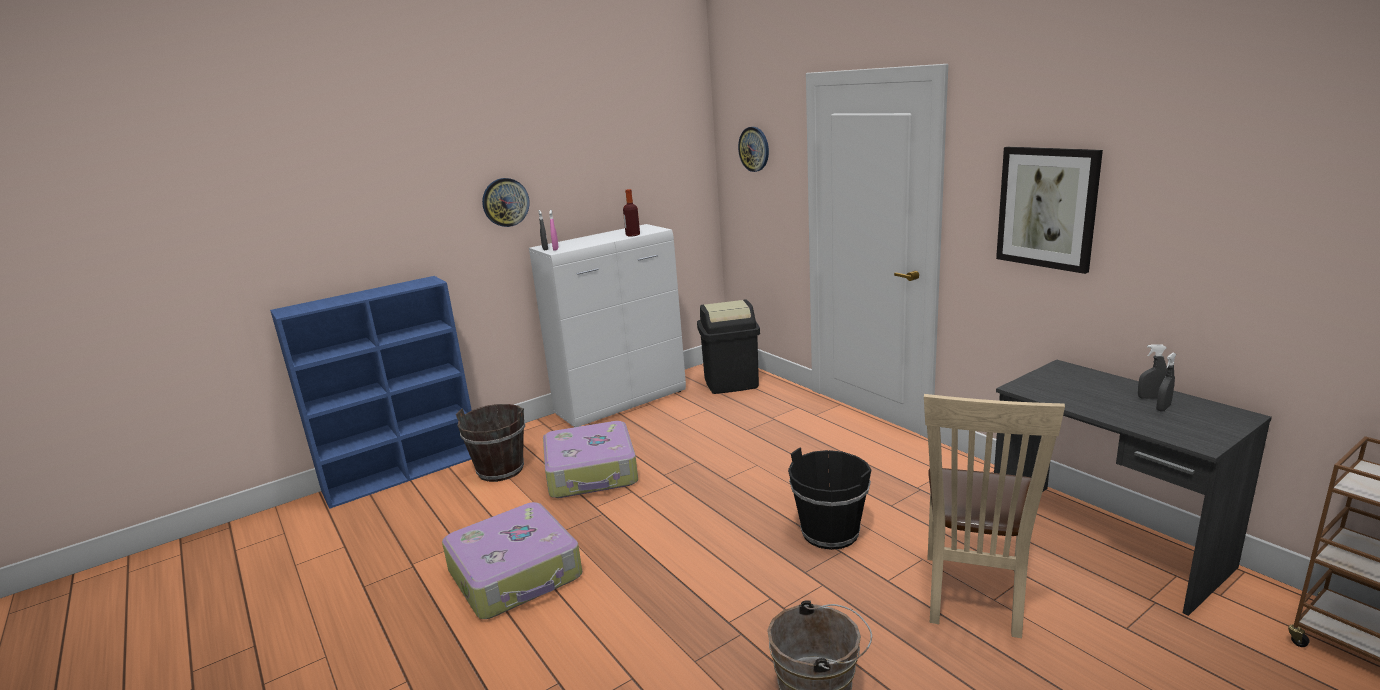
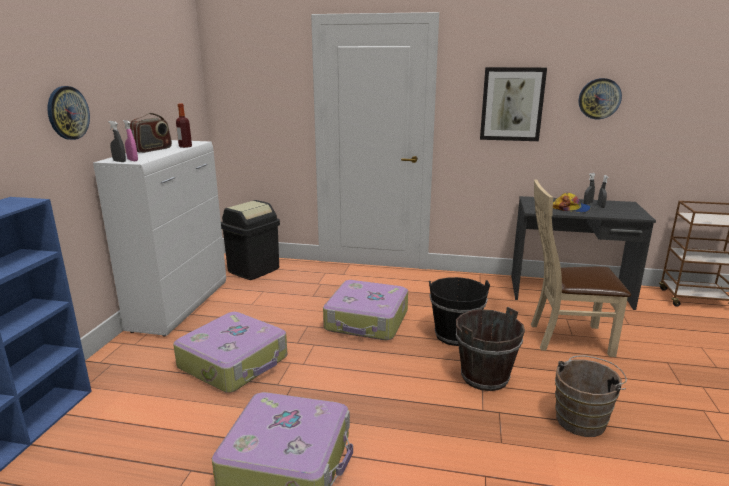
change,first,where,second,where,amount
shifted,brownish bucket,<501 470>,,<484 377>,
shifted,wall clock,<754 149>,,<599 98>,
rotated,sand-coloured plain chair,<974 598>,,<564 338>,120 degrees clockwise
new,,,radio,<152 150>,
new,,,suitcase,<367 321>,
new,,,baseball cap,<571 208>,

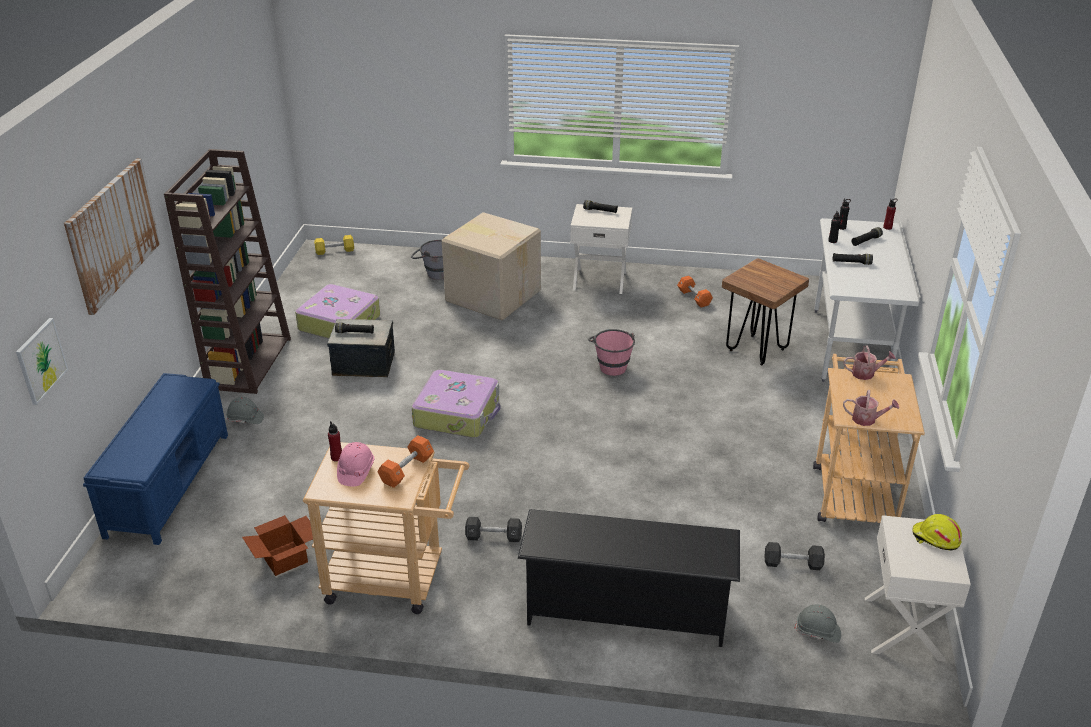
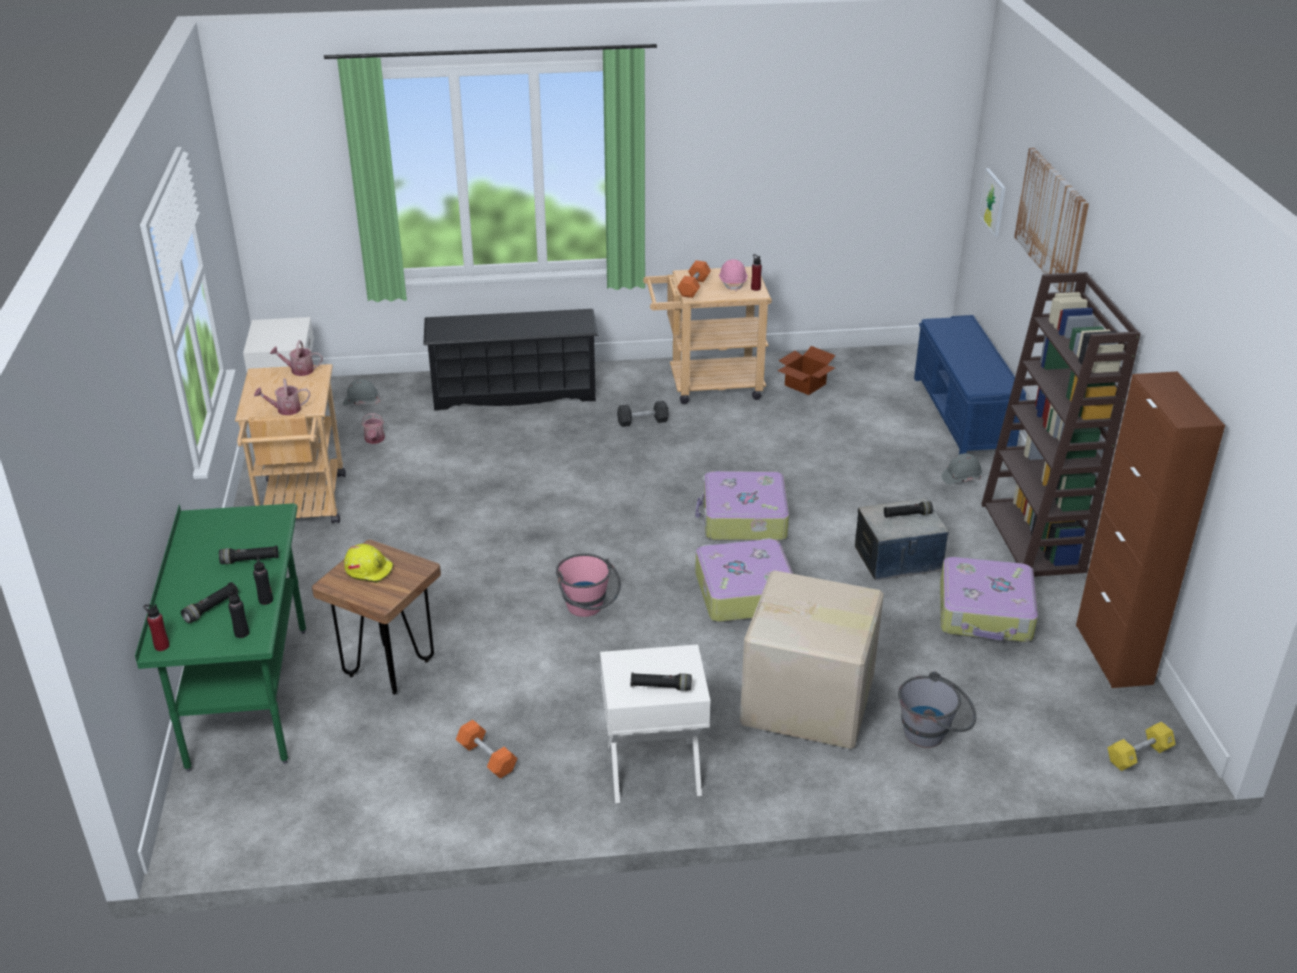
change,first,where,second,where,amount
swapped,black-coloured dumbbell,<793 563>,watering can,<374 440>,
repainted,white-coloured desk unit,<850 347>,green-coloured desk unit,<248 697>,
shifted,yellow-coloured work helmet,<935 538>,,<369 569>,
new,,,suitcase,<743 592>,
new,,,brownish storage cabinet,<1113 654>,

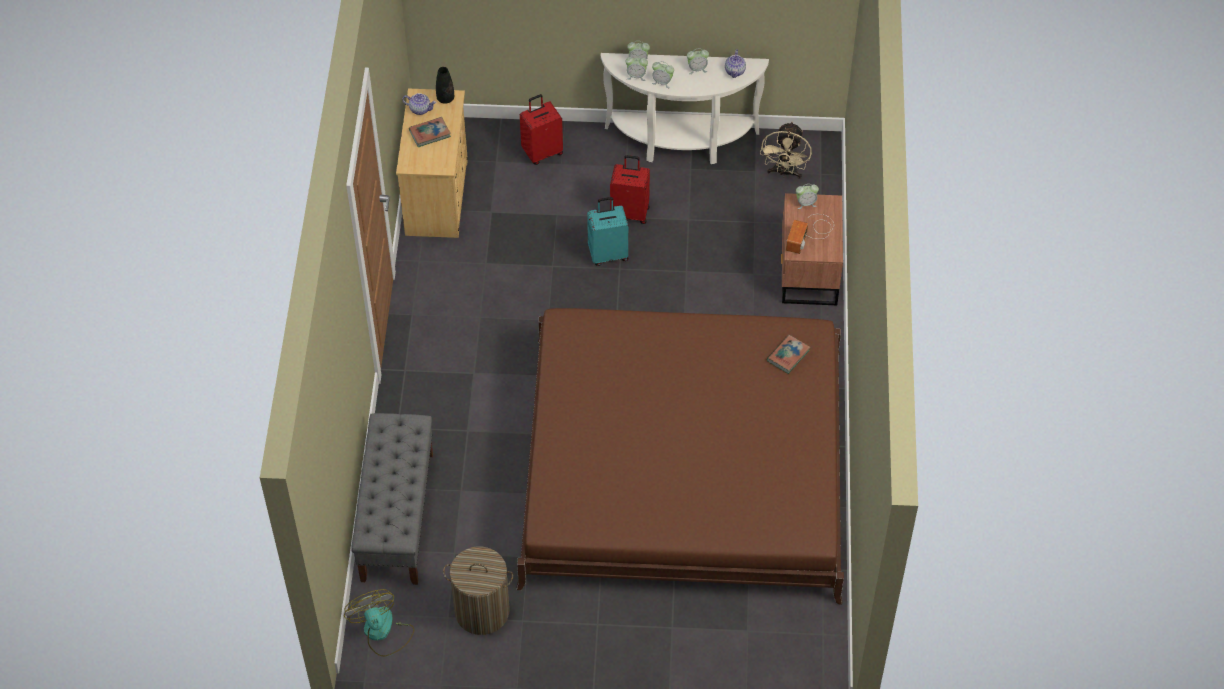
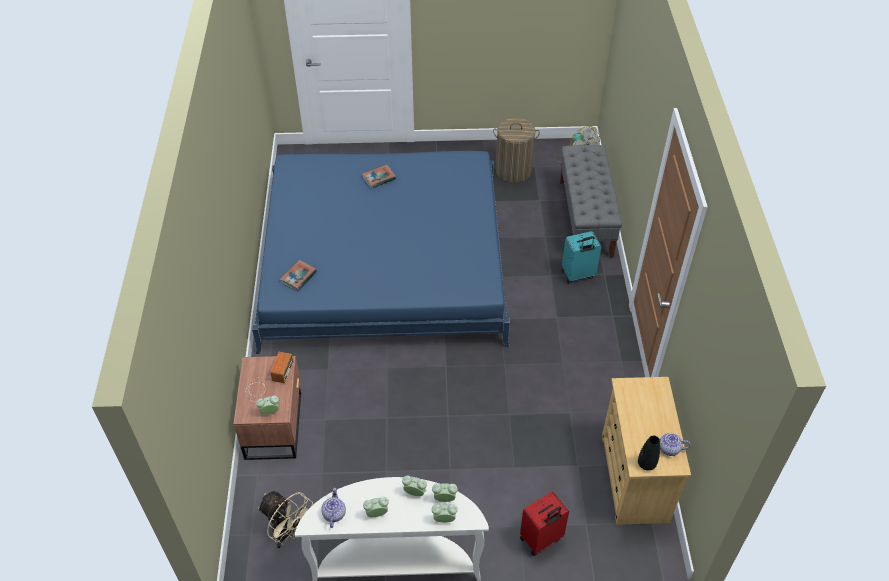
change,first,where,second,where,amount
shifted,book,<430 134>,,<379 178>,
repainted,brownish bedroom bed,<683 466>,blue bedroom bed,<384 262>,
shifted,turquoise-coloured suitcase,<608 254>,,<578 275>,
gone,red-coloured suitcase,<630 212>,,,
rotated,sand-coloured cooling fan,<784 172>,,<288 533>,120 degrees clockwise

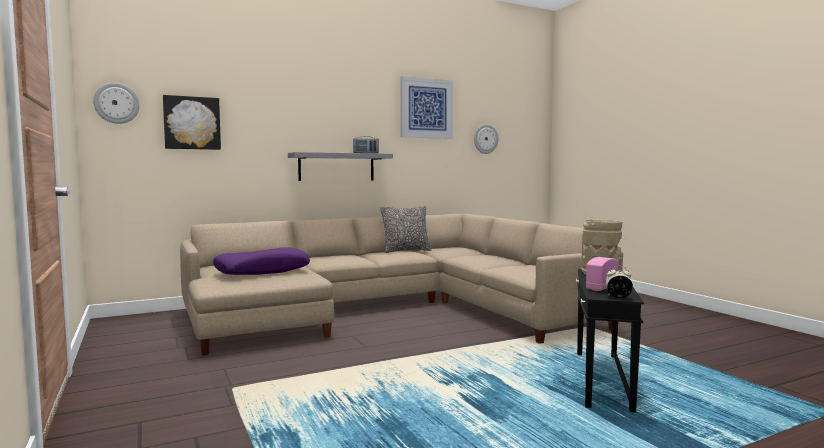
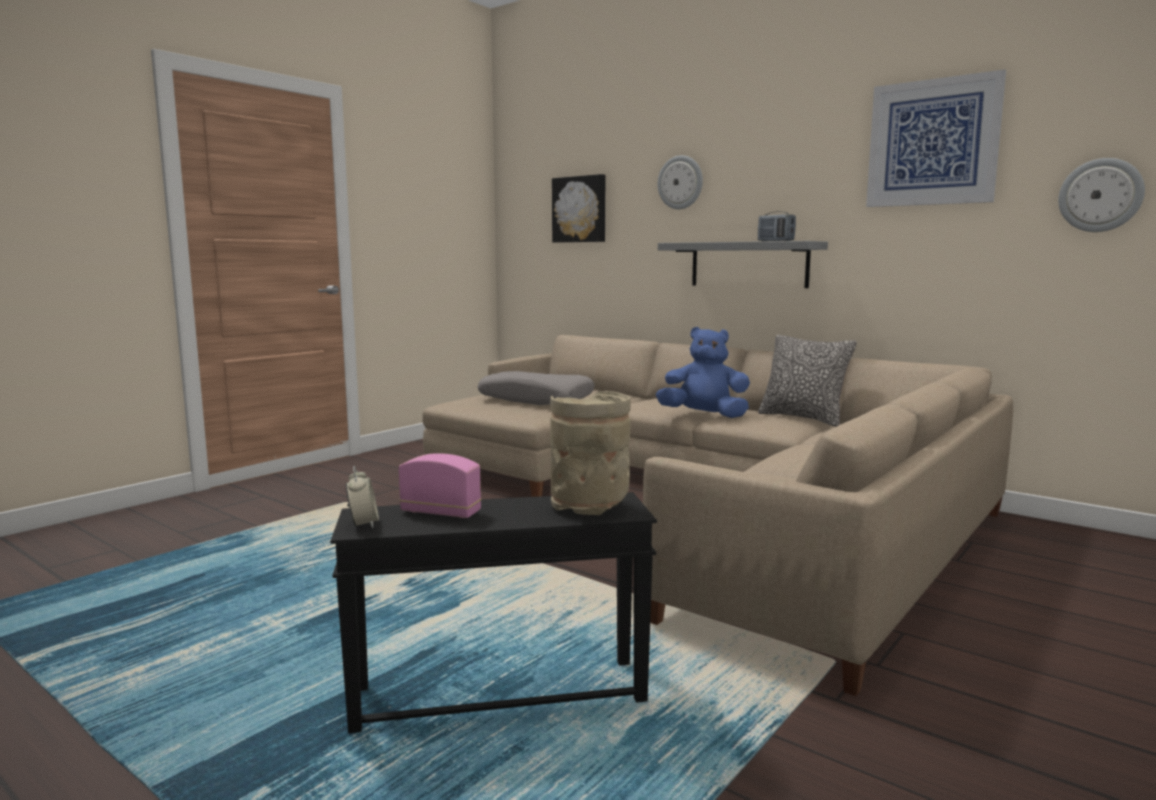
change,first,where,second,where,amount
shifted,wall clock,<116 103>,,<680 182>,
repainted,purple-coloured cushion,<262 271>,greyish cushion,<536 399>,
new,,,blue soft toy,<704 415>,

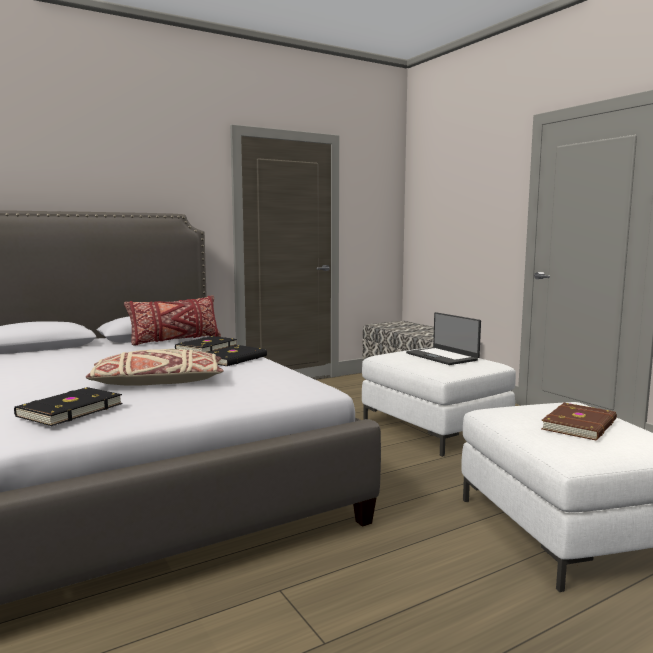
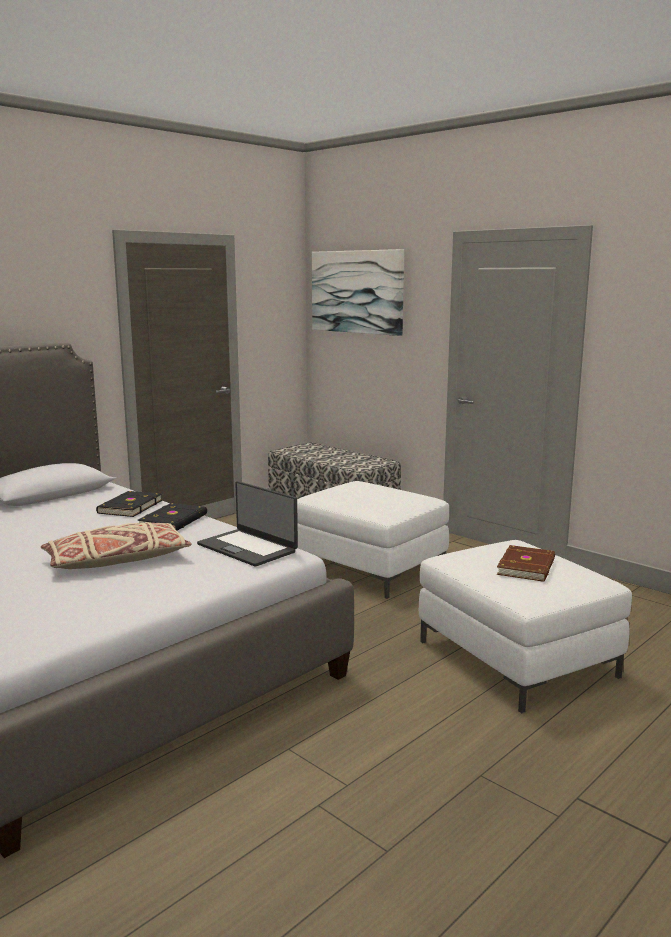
change,first,where,second,where,amount
gone,black-coloured book,<68 410>,,,
gone,red-coloured cushion,<175 340>,,,
shifted,notebook computer,<442 356>,,<248 548>,
new,,,wall art,<357 292>,

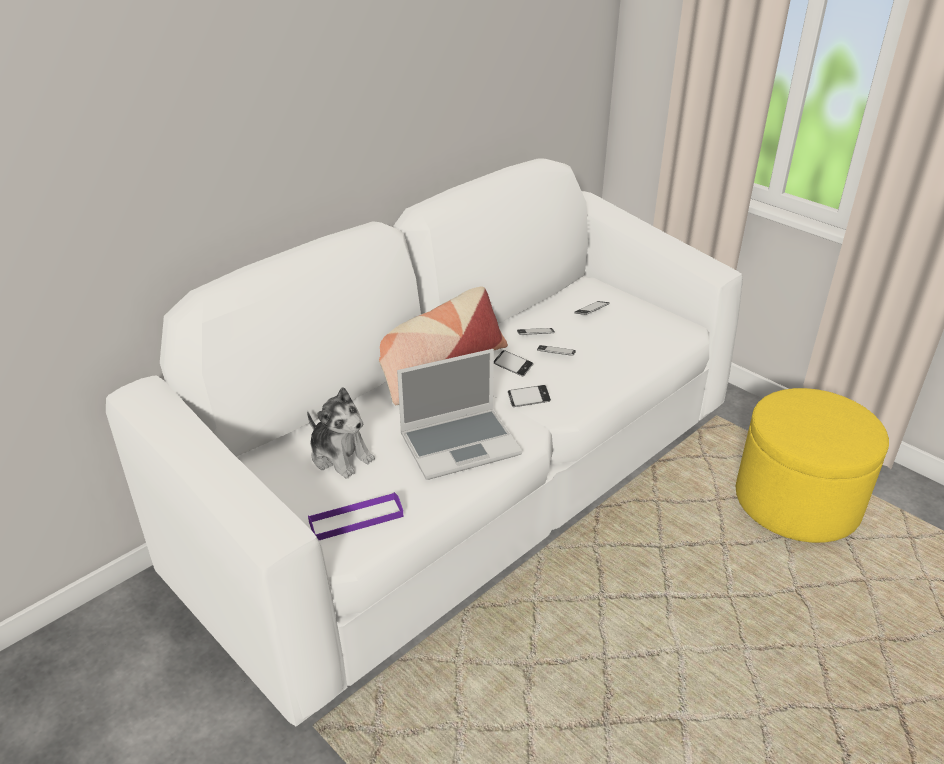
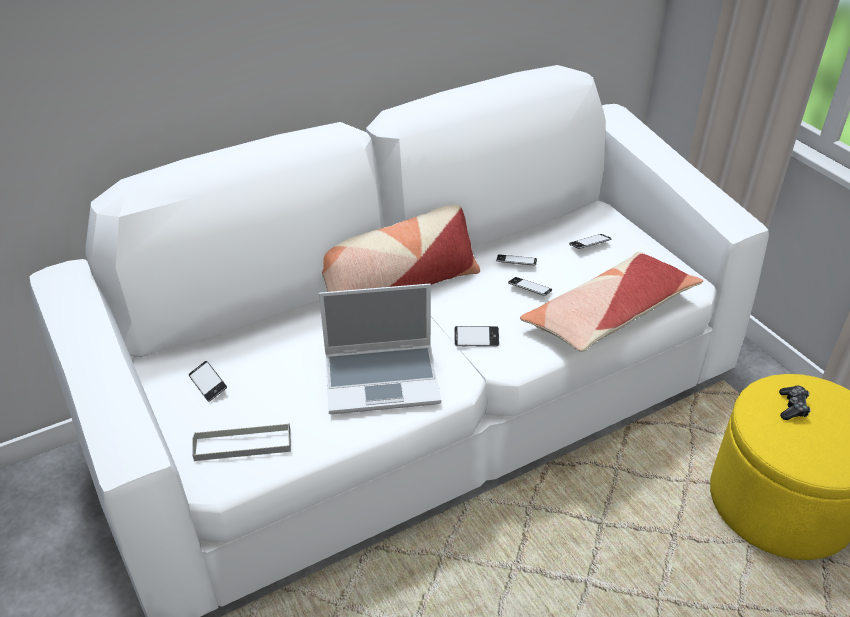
change,first,where,second,where,amount
gone,soft toy,<340 456>,,,
repainted,purple-coloured serving tray,<356 519>,greyish serving tray,<243 444>,
shifted,telephone,<512 366>,,<208 384>,
new,,,cushion,<609 315>,
new,,,game controller,<792 407>,

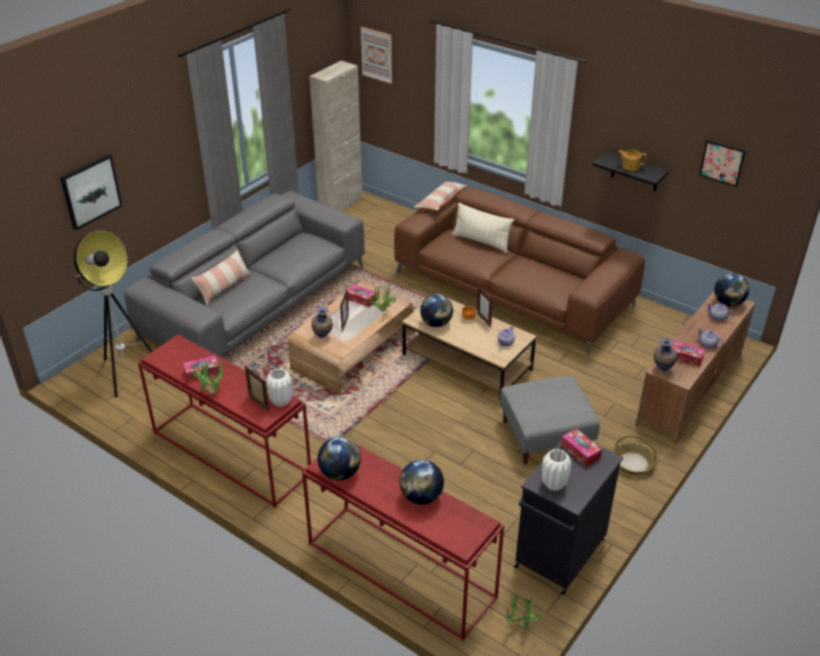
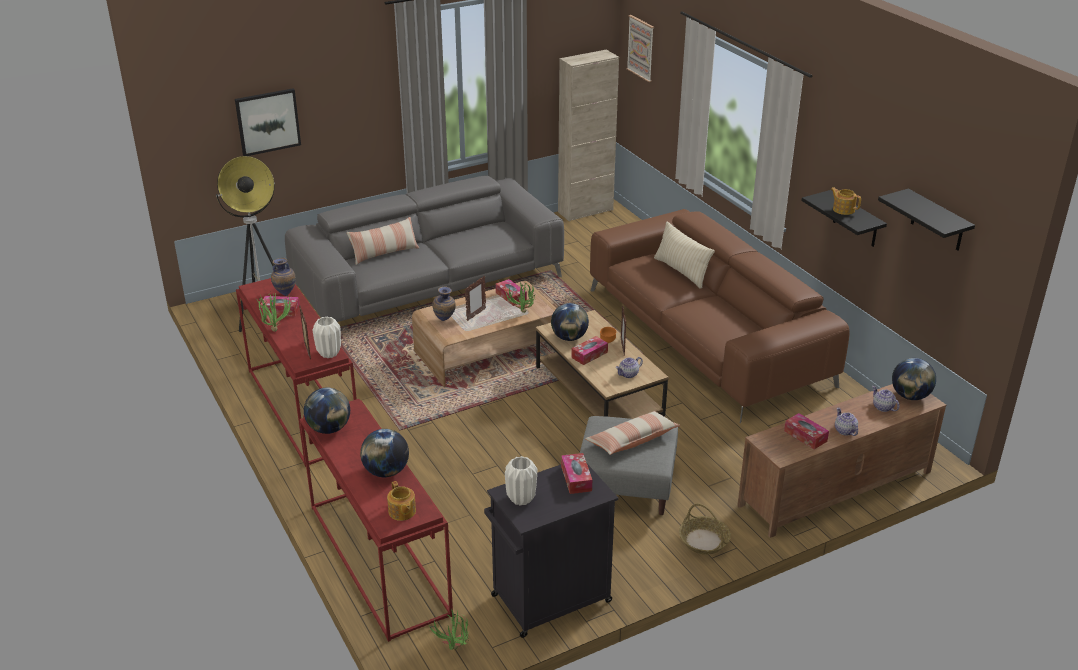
change,first,where,second,where,amount
shifted,cushion,<440 202>,,<632 440>,
shifted,decorative vase,<662 369>,,<285 294>,
swapped,wall art,<722 163>,black-coloured wall shelf,<937 221>,
new,,,pot for tea,<402 512>,
new,,,box of tissues,<589 355>,

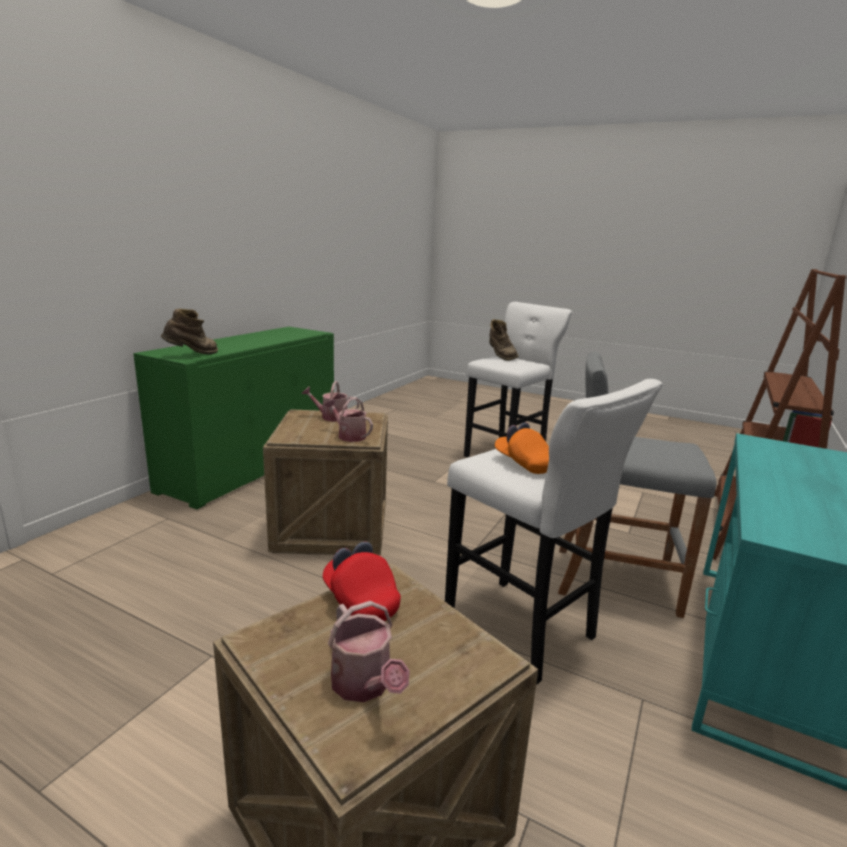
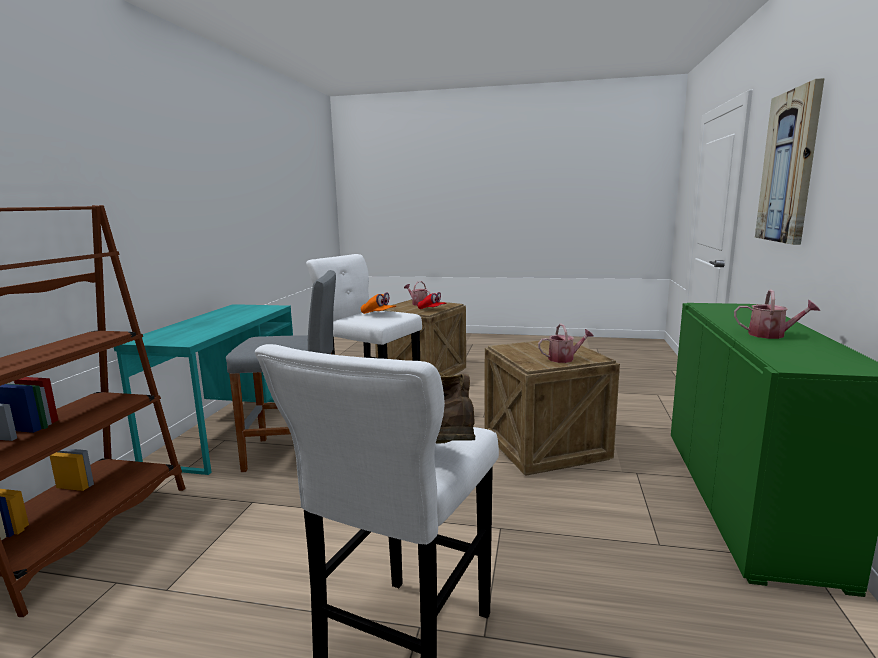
change,first,where,second,where,amount
gone,brownish high-top boot,<192 355>,,,
shifted,watering can,<349 435>,,<771 335>,
new,,,wall art,<789 167>,

